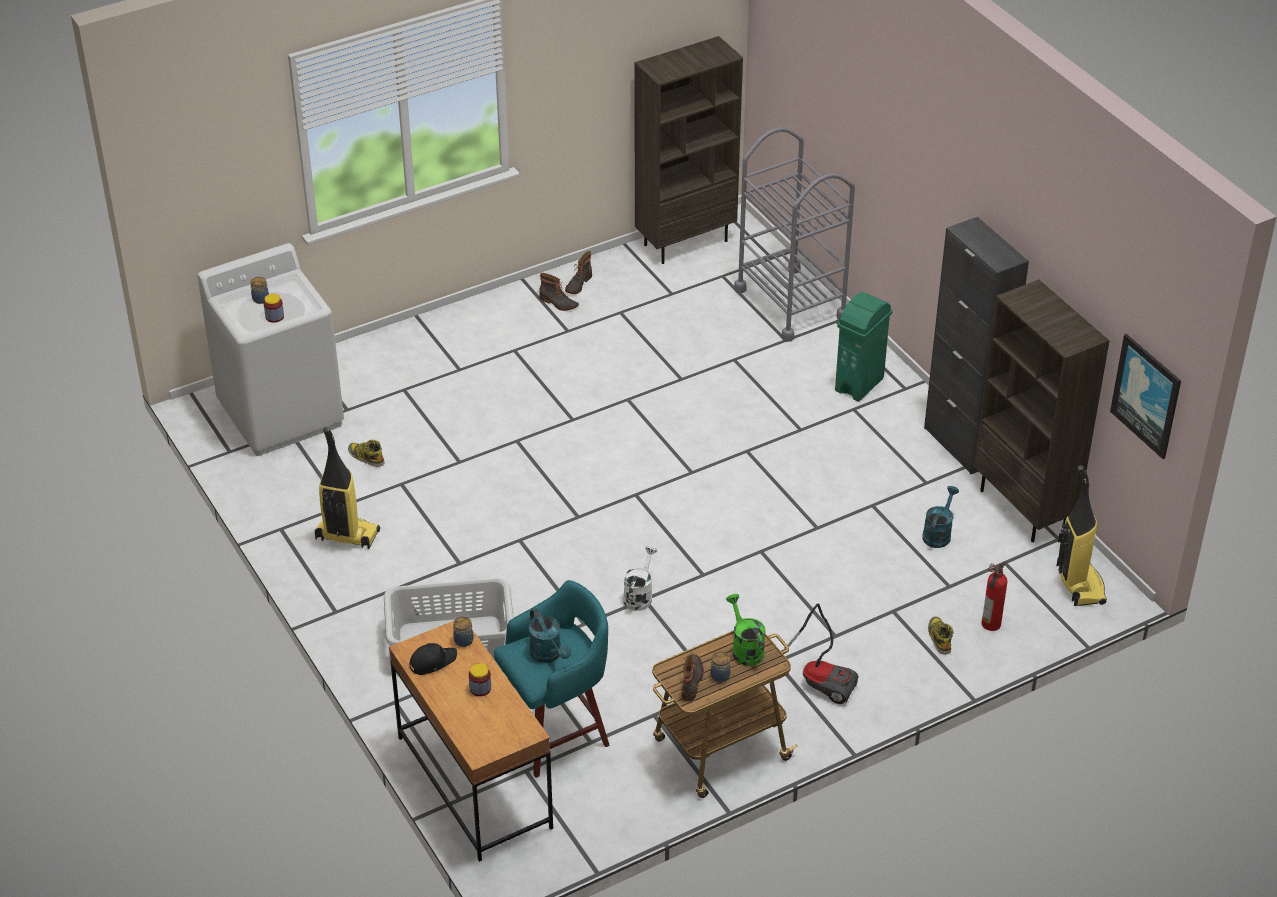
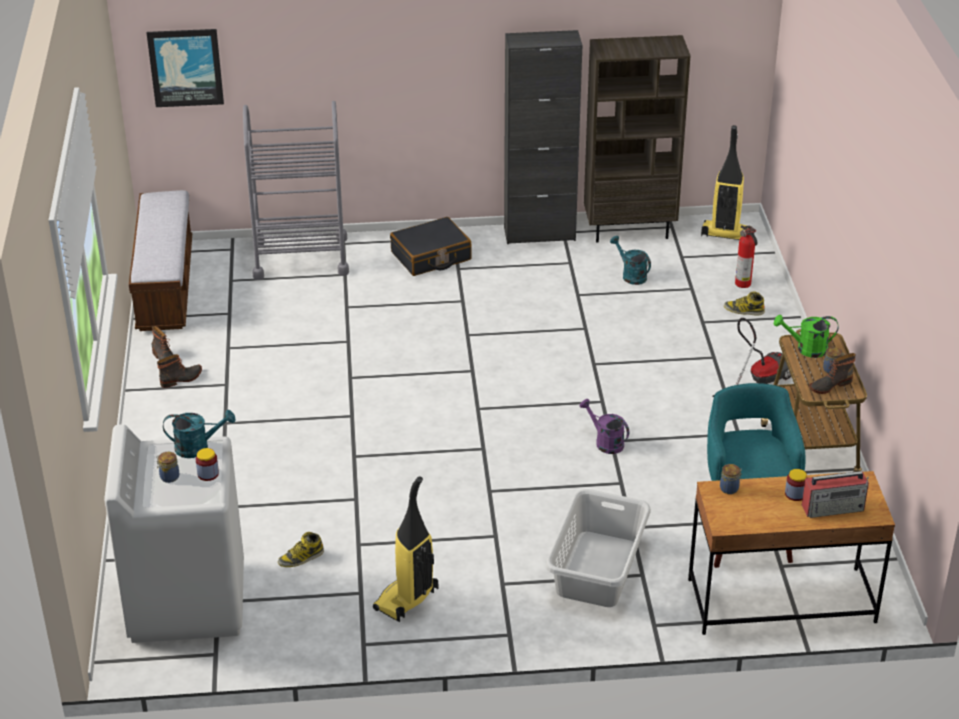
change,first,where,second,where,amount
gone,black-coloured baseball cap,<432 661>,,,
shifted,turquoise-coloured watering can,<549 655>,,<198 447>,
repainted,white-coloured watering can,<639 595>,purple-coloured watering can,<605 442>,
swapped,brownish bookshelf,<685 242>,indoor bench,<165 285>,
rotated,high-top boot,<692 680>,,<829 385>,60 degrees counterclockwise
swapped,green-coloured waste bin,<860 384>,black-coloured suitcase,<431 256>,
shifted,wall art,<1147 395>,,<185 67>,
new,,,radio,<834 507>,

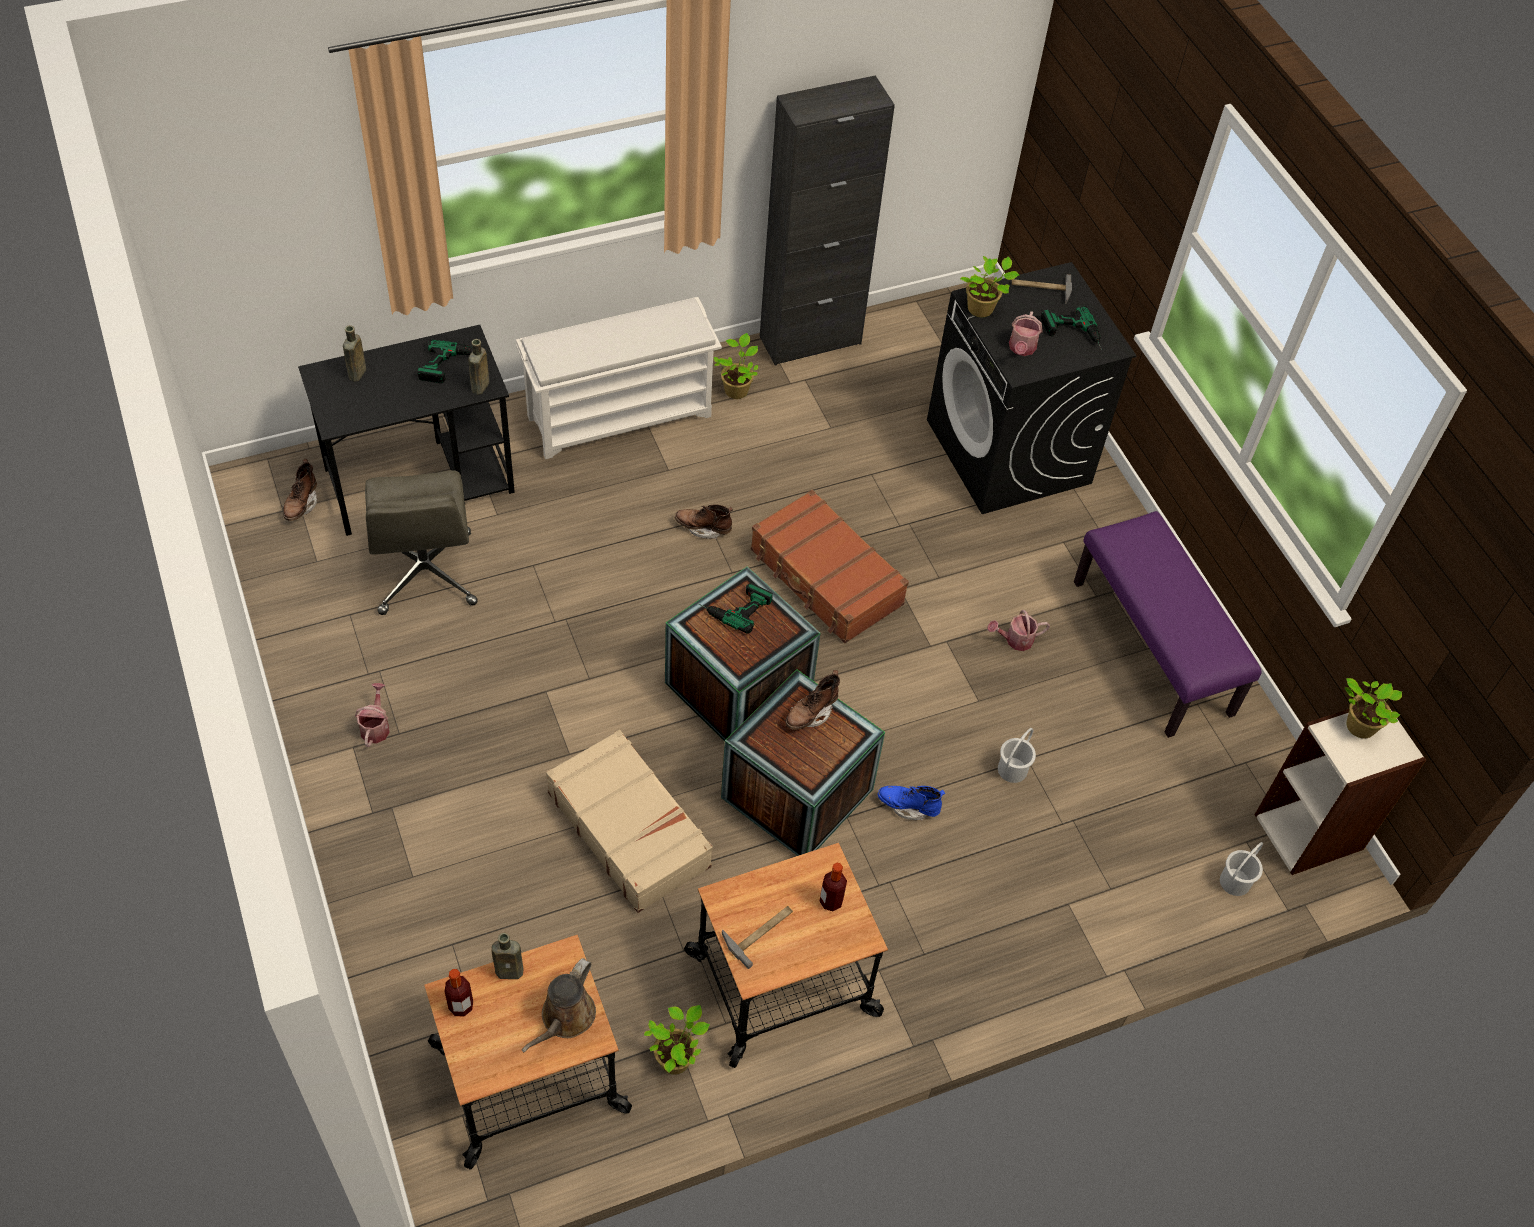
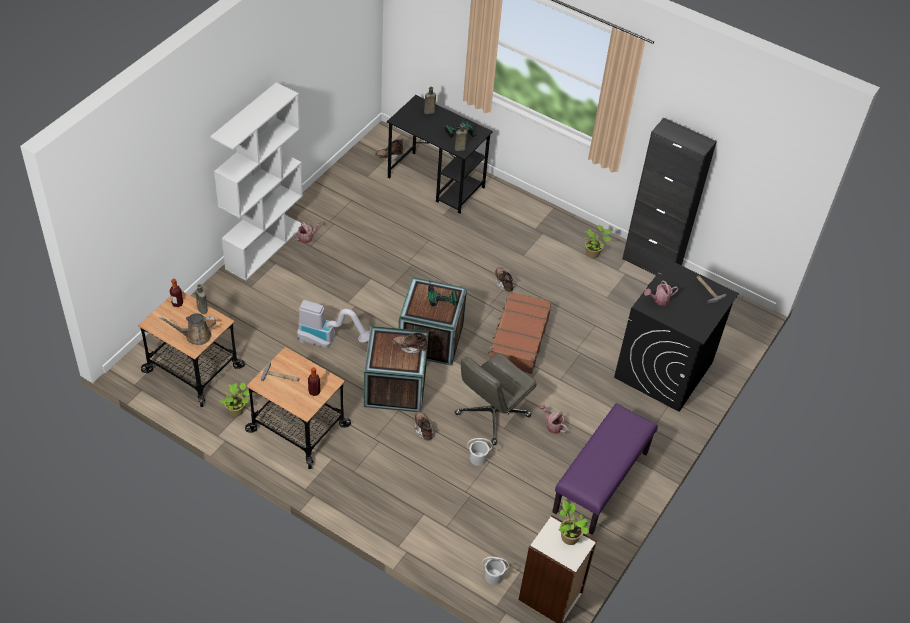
change,first,where,second,where,amount
shifted,greyish computer chair,<426 574>,,<492 415>,
gone,white-coloured shoe rack,<621 415>,,,
swapped,sand-coloured suitcase,<629 829>,hoover,<329 340>,
repainted,blue high-top boot,<908 806>,brownish high-top boot,<423 429>,
gone,plant in a pot,<982 309>,,,
gone,power drill,<1073 335>,,,
new,,,white-coloured bookshelf,<265 246>,

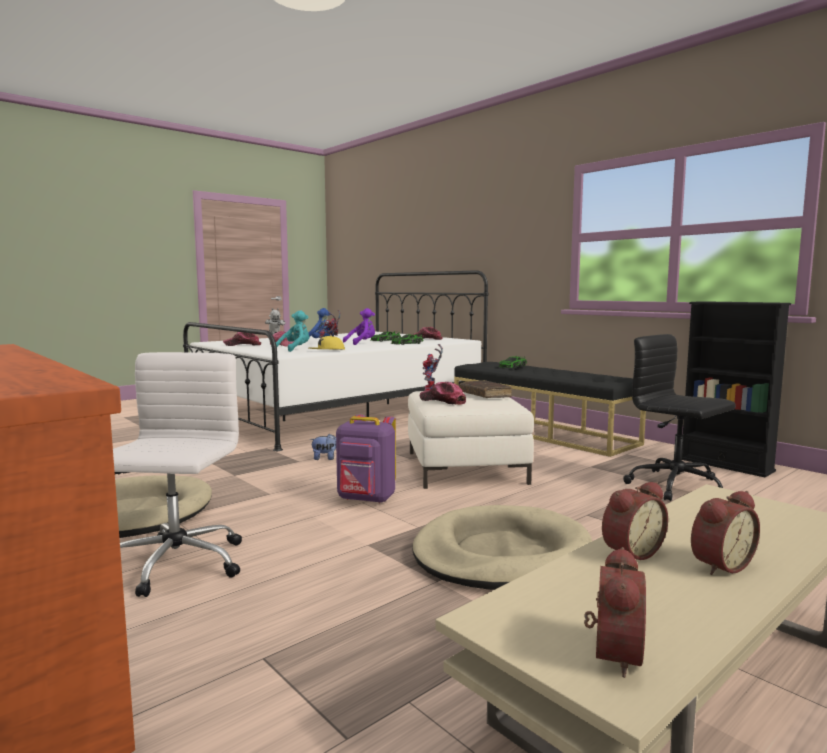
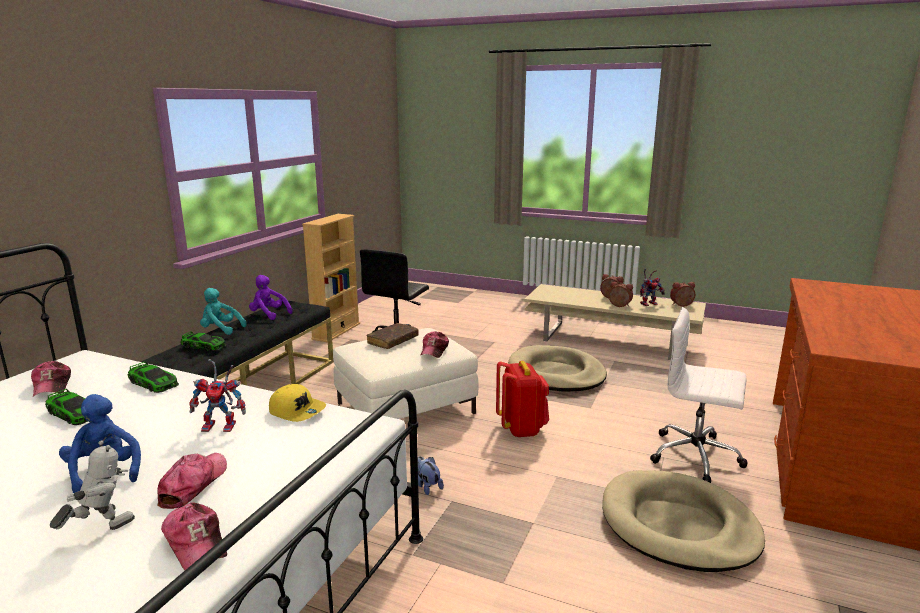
change,first,where,second,where,amount
rotated,white-coloured computer chair,<174 565>,,<697 457>,45 degrees clockwise
shifted,turquoise-coloured soft toy,<295 349>,,<220 330>,
repainted,purple-coloured backpack,<366 499>,red-coloured backpack,<521 429>,
shifted,purple-coloured soft toy,<362 343>,,<269 314>,
shifted,toy robot,<432 389>,,<649 303>,
repainted,black-coloured bookshelf,<725 465>,sand-coloured bookshelf,<336 331>,

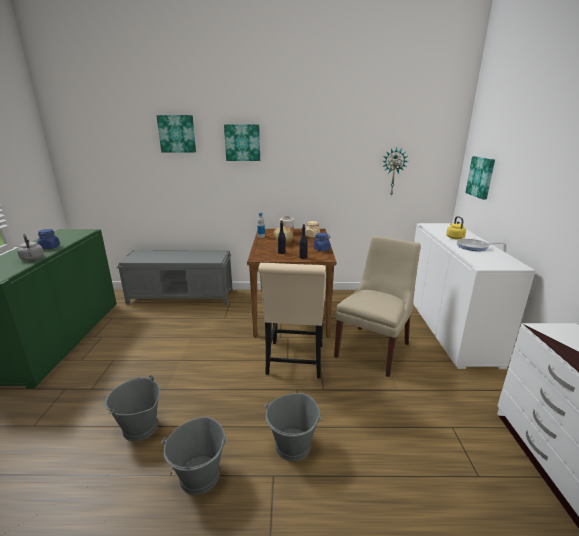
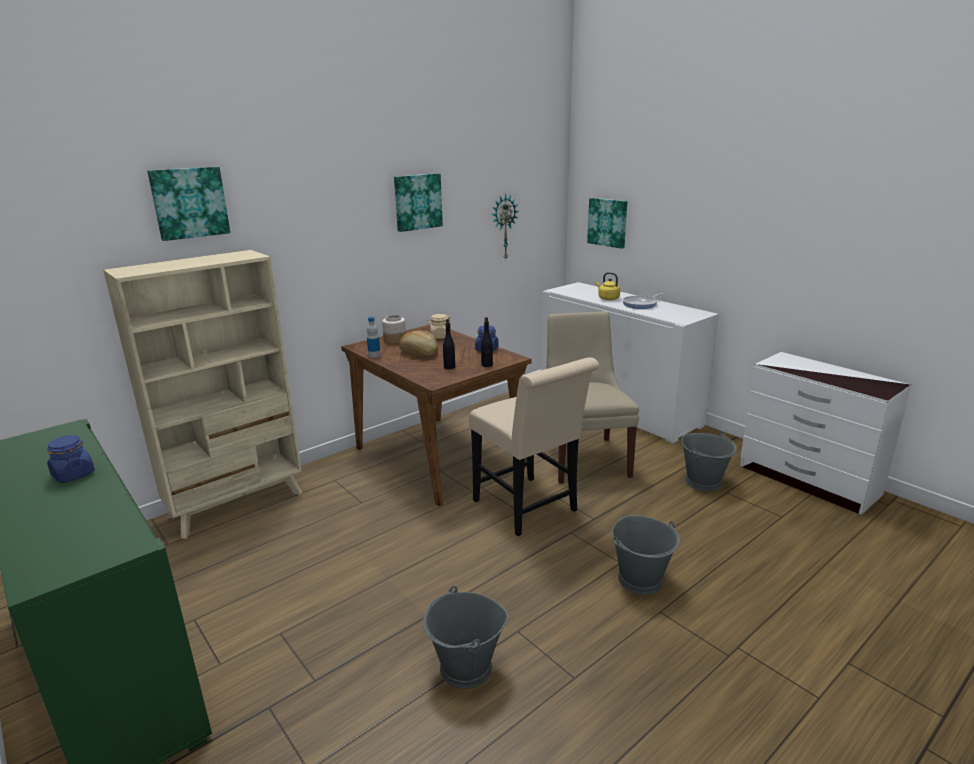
change,first,where,second,where,amount
gone,greyish water kettle,<32 259>,,,
swapped,greyish indoor bench,<182 296>,sand-coloured bookshelf,<238 504>,
shifted,greyish bucket,<200 476>,,<703 482>,
shifted,wall art,<242 142>,,<417 202>,

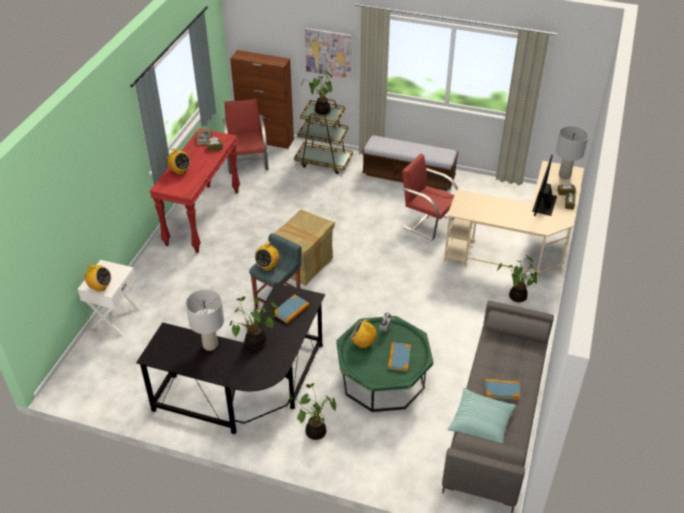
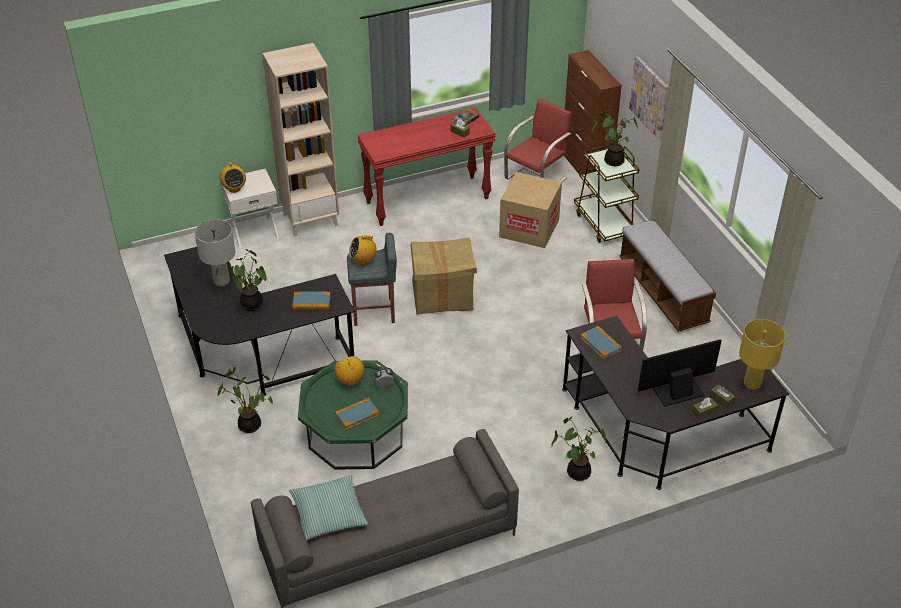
change,first,where,second,where,amount
gone,radio,<180 171>,,,
repainted,sand-coloured desk unit,<520 249>,black-coloured desk unit,<657 436>,
shifted,book,<501 390>,,<601 344>,
repainted,greyish tabletop lamp,<564 175>,yellow-coloured tabletop lamp,<752 384>,
new,,,sand-coloured bookshelf,<311 219>,
new,,,packing box,<529 228>,

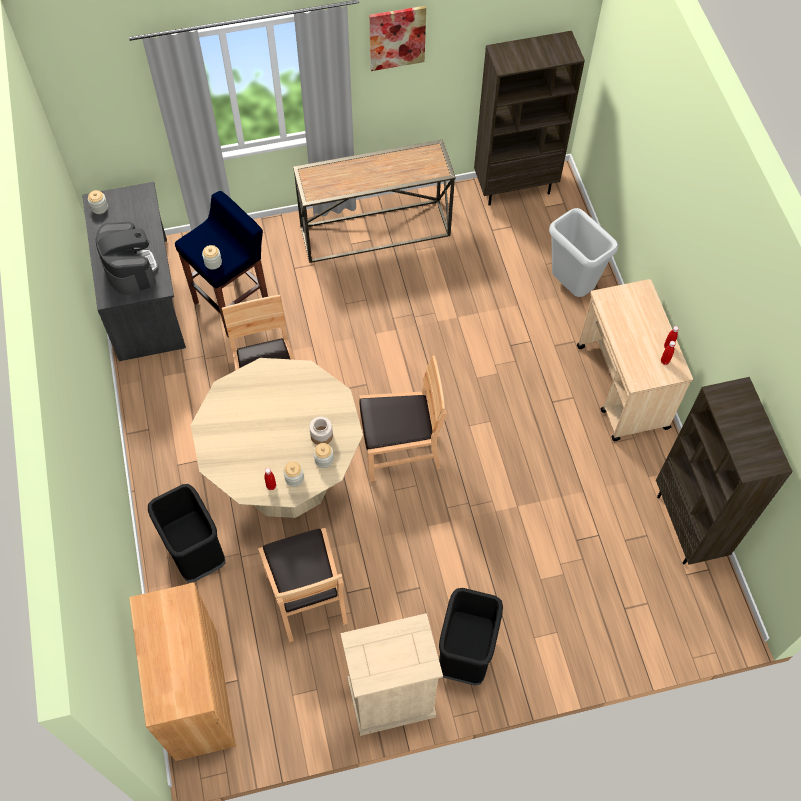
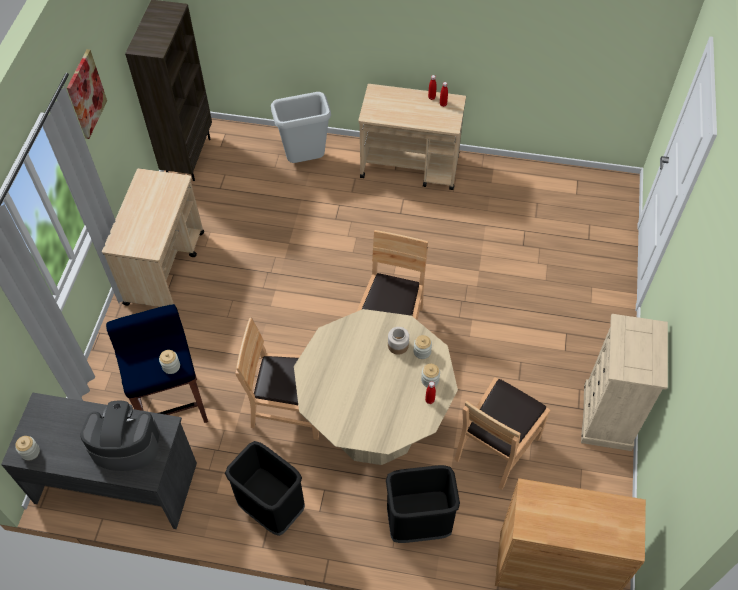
change,first,where,second,where,amount
rotated,brownish plain chair,<307 596>,,<496 447>,120 degrees clockwise
swapped,narrow table,<375 230>,sand-coloured wheeled cart,<165 267>,
shifted,black-coloured waste bin,<465 653>,,<271 509>,
gone,brownish bookshelf,<688 526>,,,

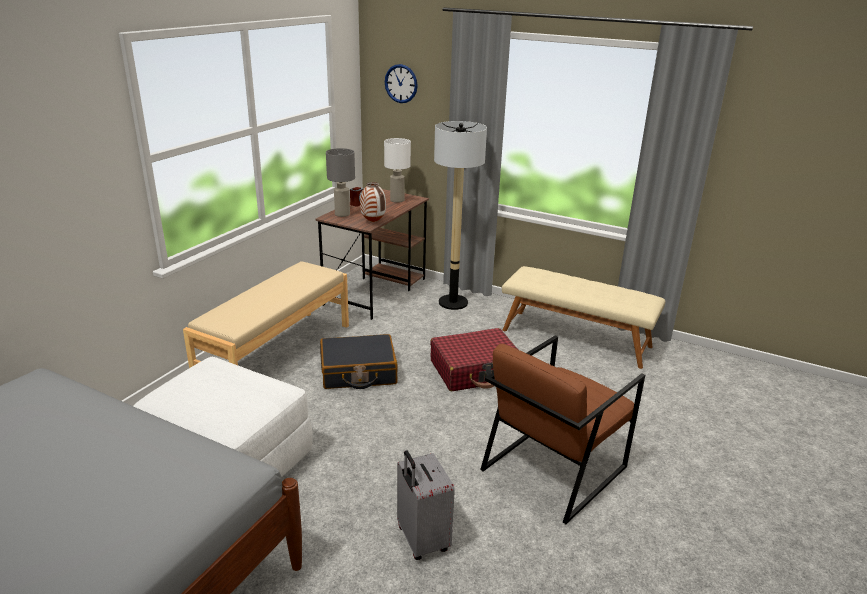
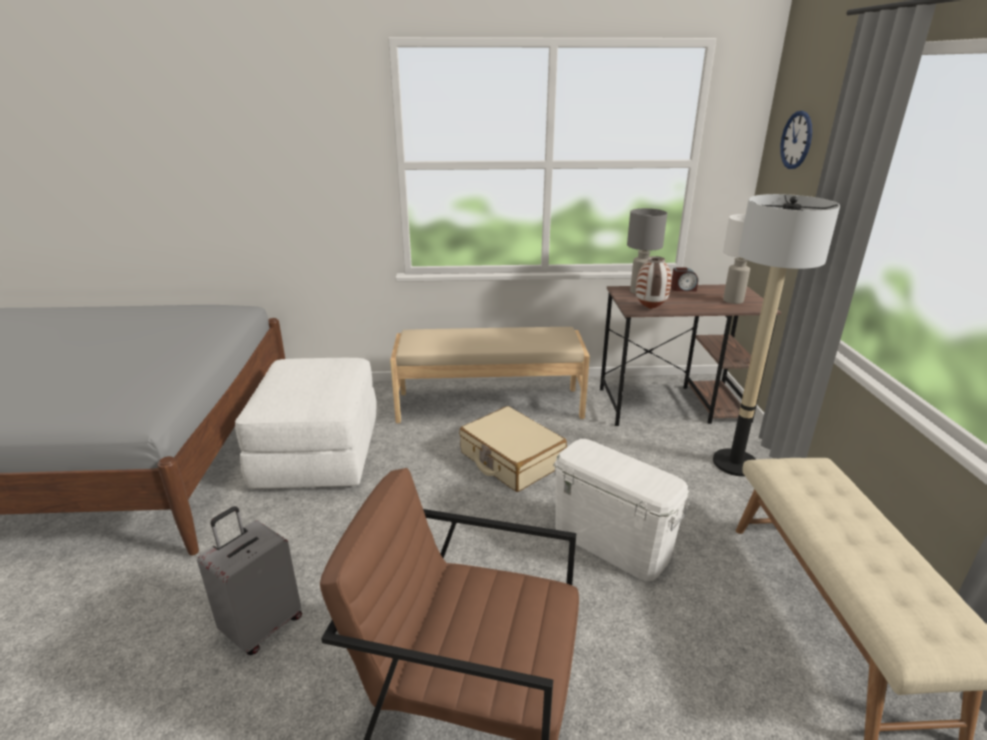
change,first,where,second,where,amount
repainted,black-coloured suitcase,<358 372>,sand-coloured suitcase,<511 459>,
swapped,red-coloured suitcase,<475 370>,white-coloured storage container,<612 542>,

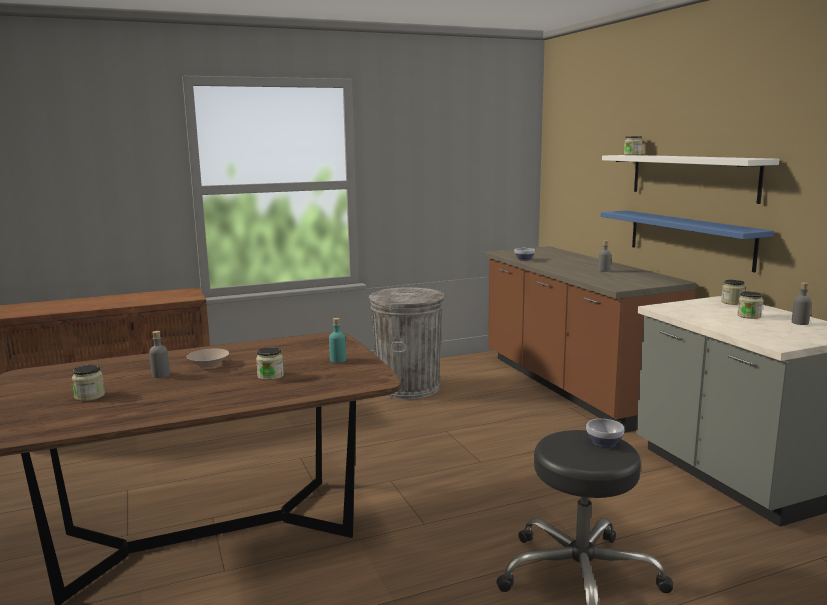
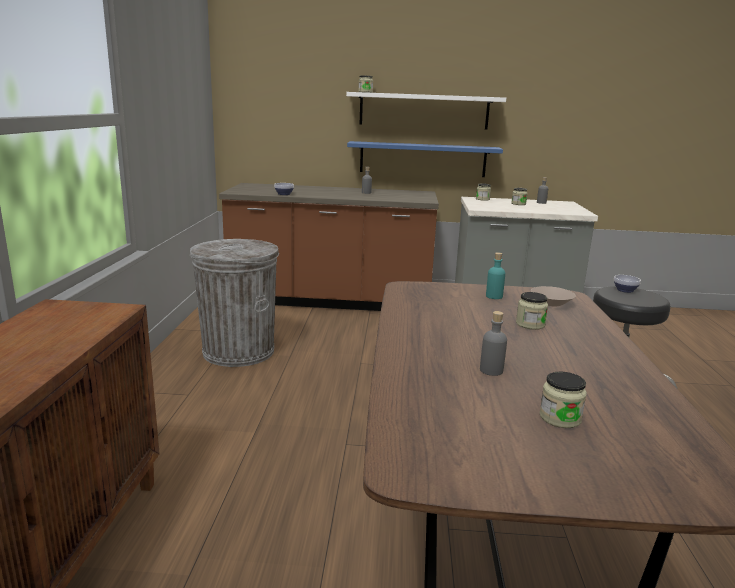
change,first,where,second,where,amount
shifted,sand-coloured bowl,<209 365>,,<551 303>,

